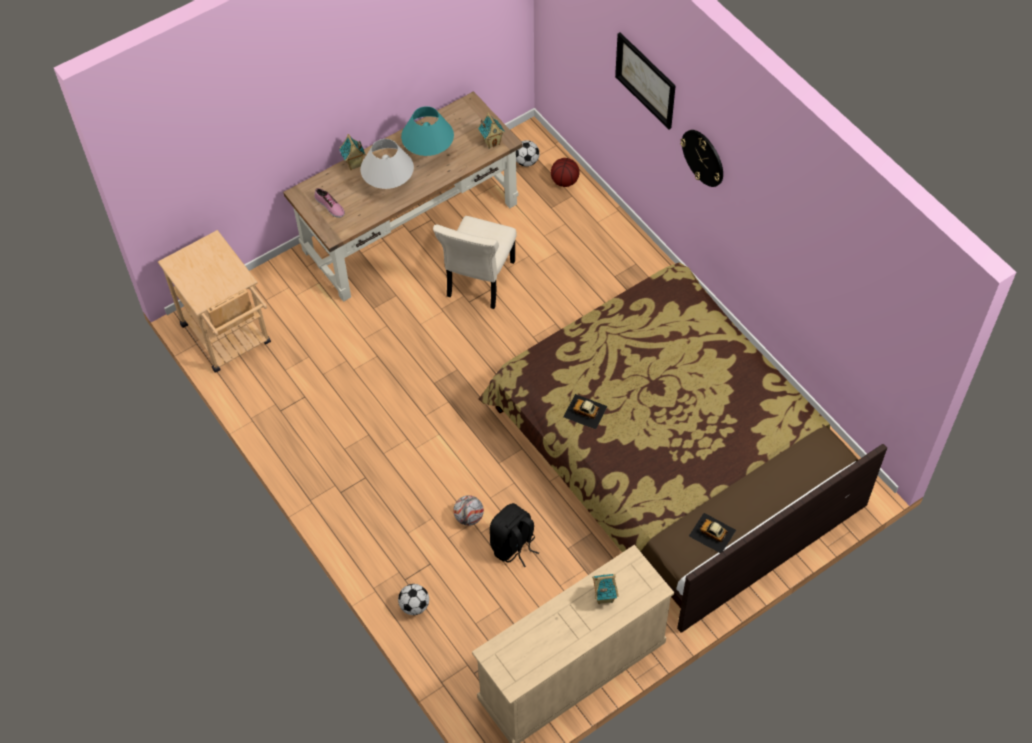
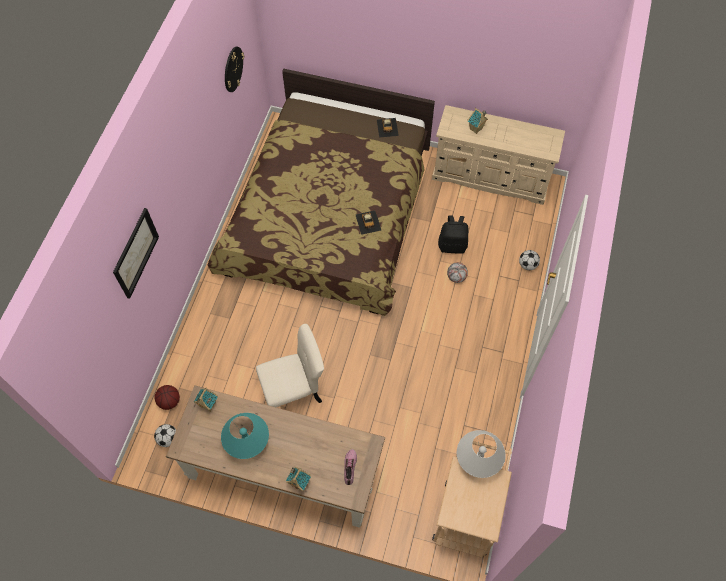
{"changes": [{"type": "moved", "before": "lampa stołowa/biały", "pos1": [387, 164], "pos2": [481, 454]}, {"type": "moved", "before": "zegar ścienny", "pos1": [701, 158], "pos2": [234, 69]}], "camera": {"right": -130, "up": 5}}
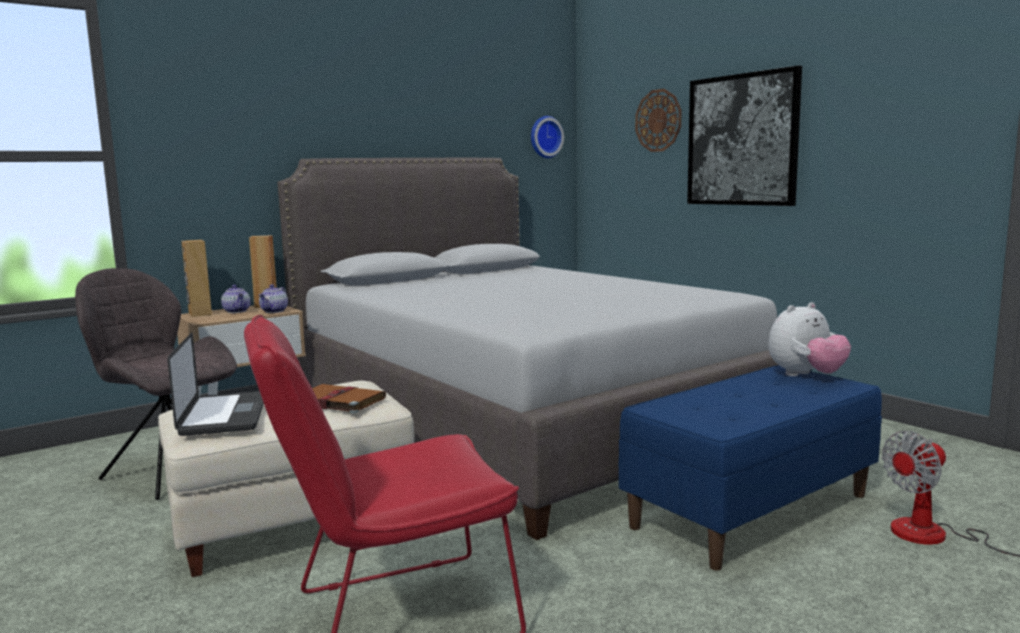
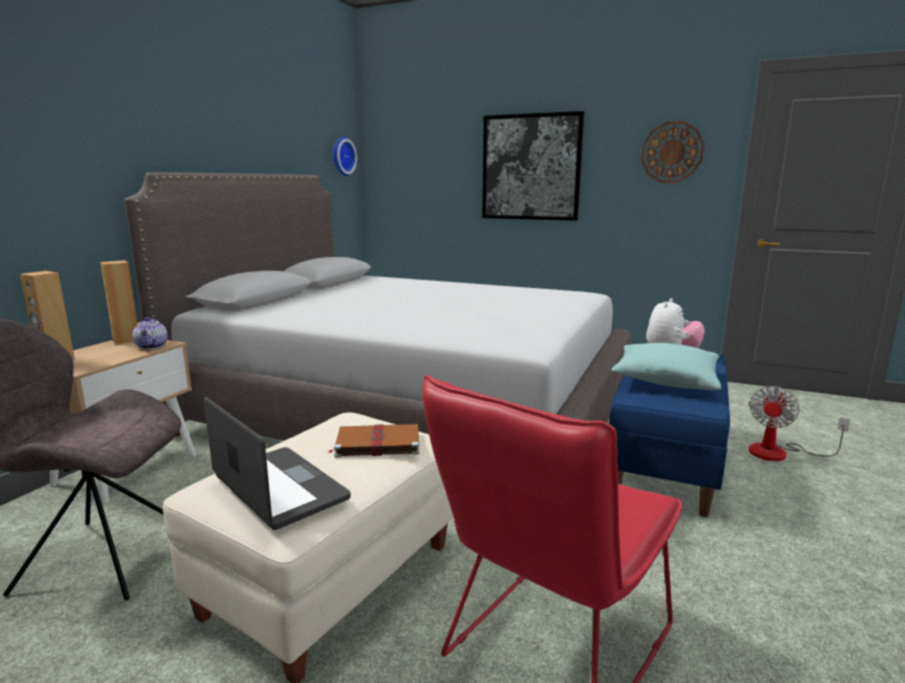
{"changes": [{"type": "removed", "before": "imbryk", "pos1": [235, 299]}, {"type": "added", "after": "poduszka/turkusowy", "pos2": [666, 366]}, {"type": "moved", "before": "zegar ścienny", "pos1": [658, 120], "pos2": [673, 152]}], "camera": {"right": -30, "up": 5}}
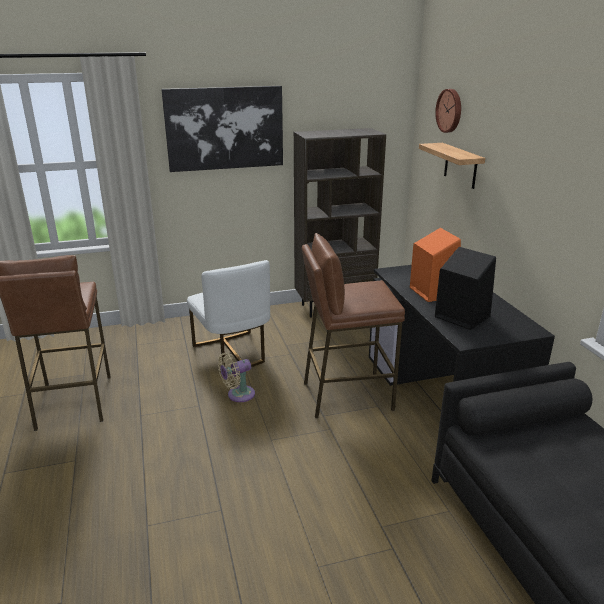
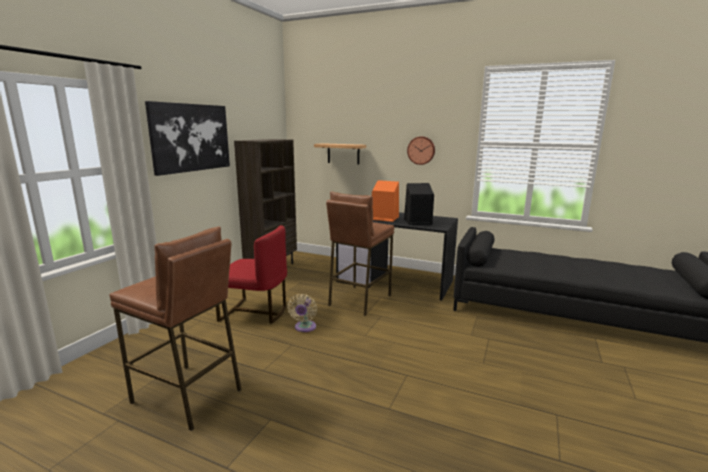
{"changes": [{"type": "moved", "before": "zegar ścienny", "pos1": [448, 111], "pos2": [421, 150]}, {"type": "recoloured", "before": "krzesło/biały", "after": "krzesło/czerwony", "pos1": [228, 313], "pos2": [251, 274]}], "camera": {"right": -50, "up": -10}}
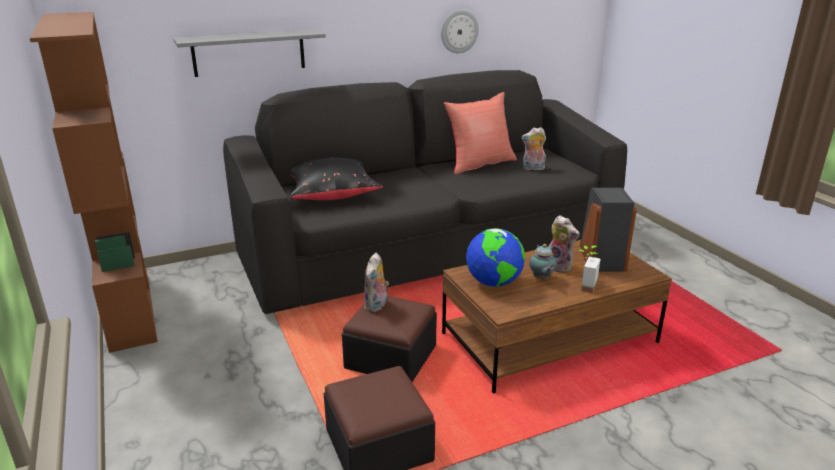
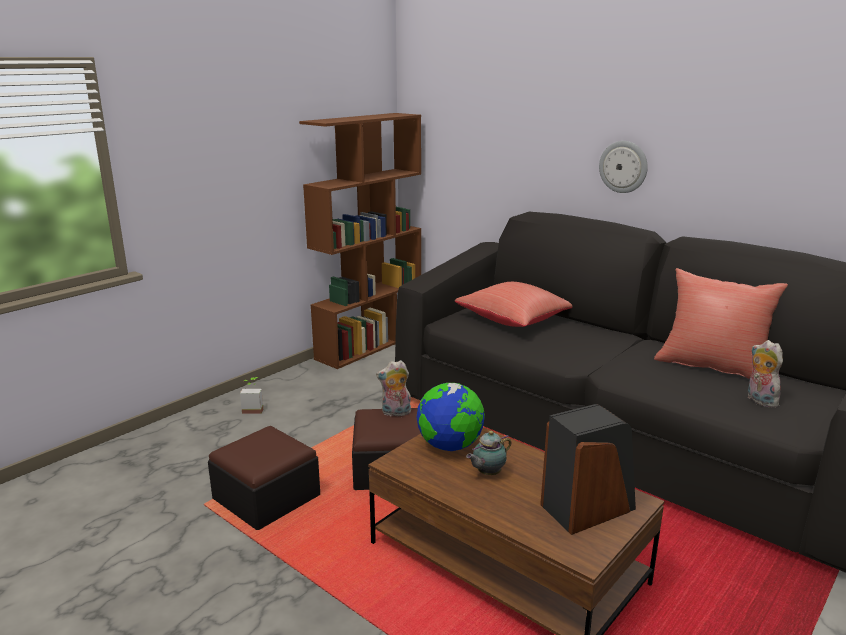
{"changes": [{"type": "removed", "before": "półka/szary", "pos1": [249, 53]}, {"type": "removed", "before": "pluszak", "pos1": [563, 244]}, {"type": "moved", "before": "zegar ścienny", "pos1": [460, 31], "pos2": [623, 167]}, {"type": "moved", "before": "roślina doniczkowa", "pos1": [589, 269], "pos2": [251, 395]}, {"type": "recoloured", "before": "poduszka/czarny", "after": "poduszka/czerwony", "pos1": [336, 179], "pos2": [514, 304]}], "camera": {"right": 65, "up": -5}}
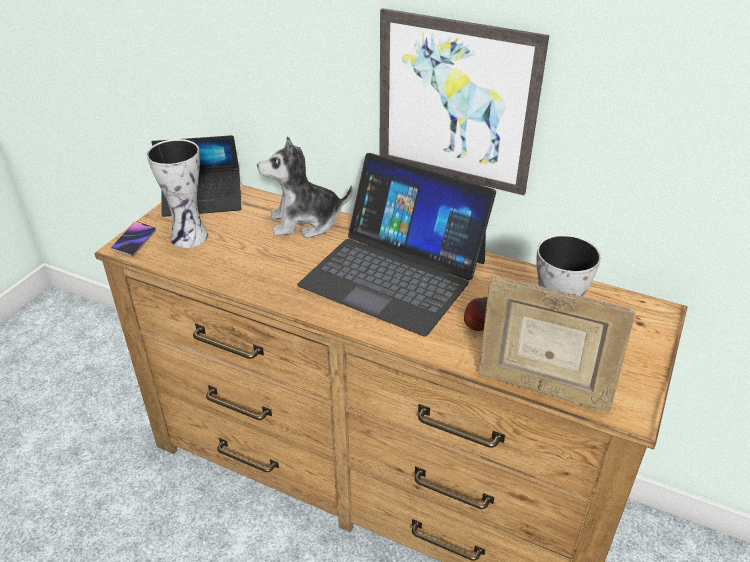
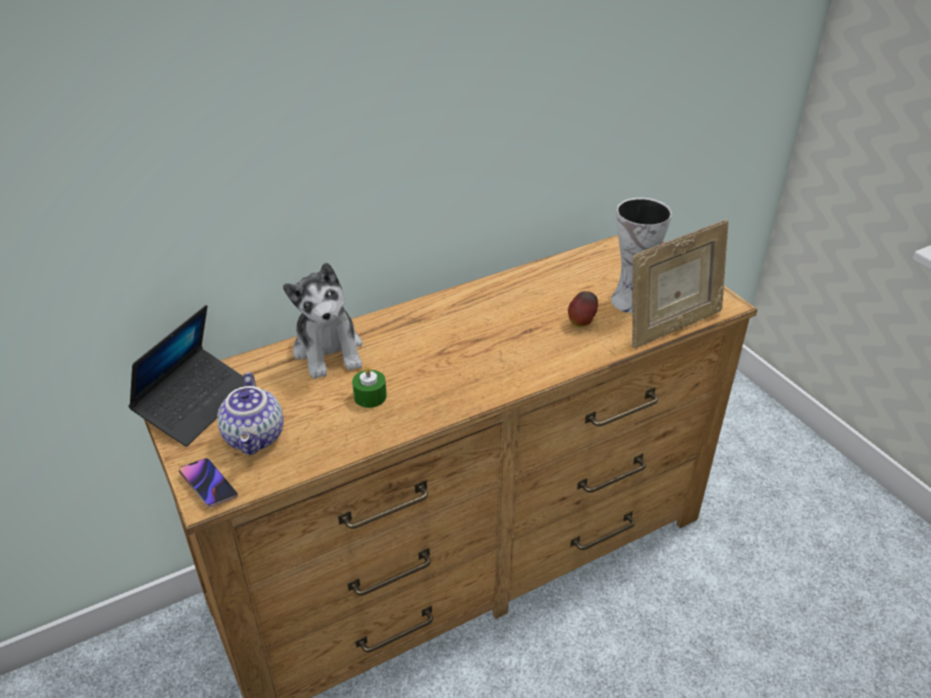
{"changes": [{"type": "removed", "before": "laptop", "pos1": [396, 245]}, {"type": "removed", "before": "obraz", "pos1": [464, 101]}, {"type": "added", "after": "świeca/zielony", "pos2": [369, 387]}, {"type": "replaced", "before": "wazon", "after": "imbryk", "pos1": [177, 193], "pos2": [250, 413]}, {"type": "turned", "before": "pluszak", "pos1": [305, 187], "pos2": [322, 320], "turn": -45}], "camera": {"right": -55, "up": 0}}
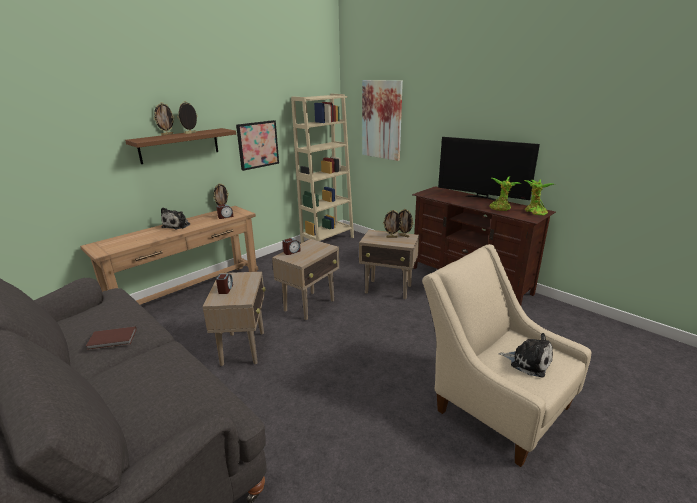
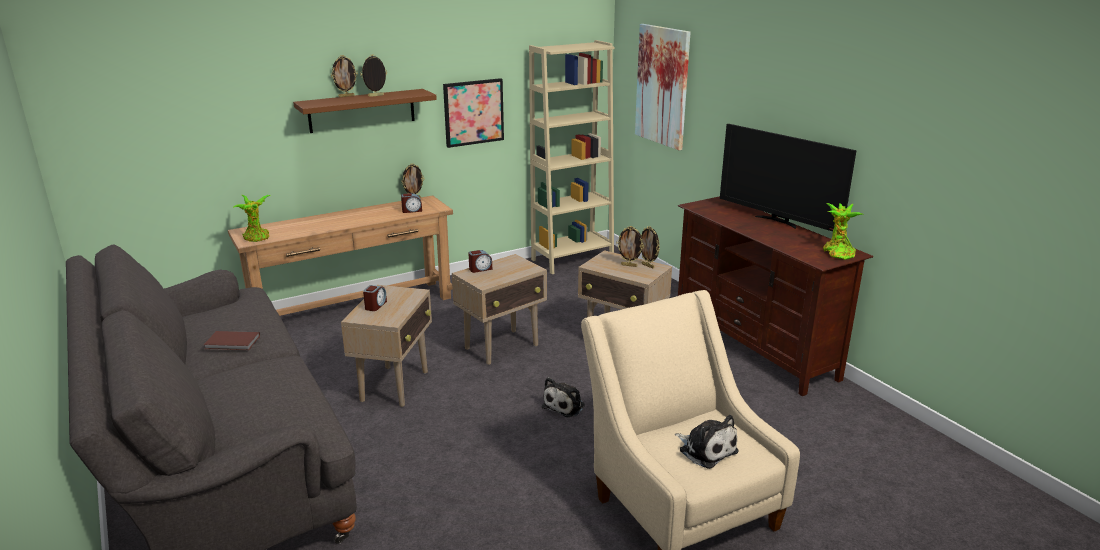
{"changes": [{"type": "moved", "before": "pluszak", "pos1": [175, 218], "pos2": [563, 397]}, {"type": "moved", "before": "roślina doniczkowa", "pos1": [505, 193], "pos2": [252, 218]}], "camera": {"right": 15, "up": 0}}
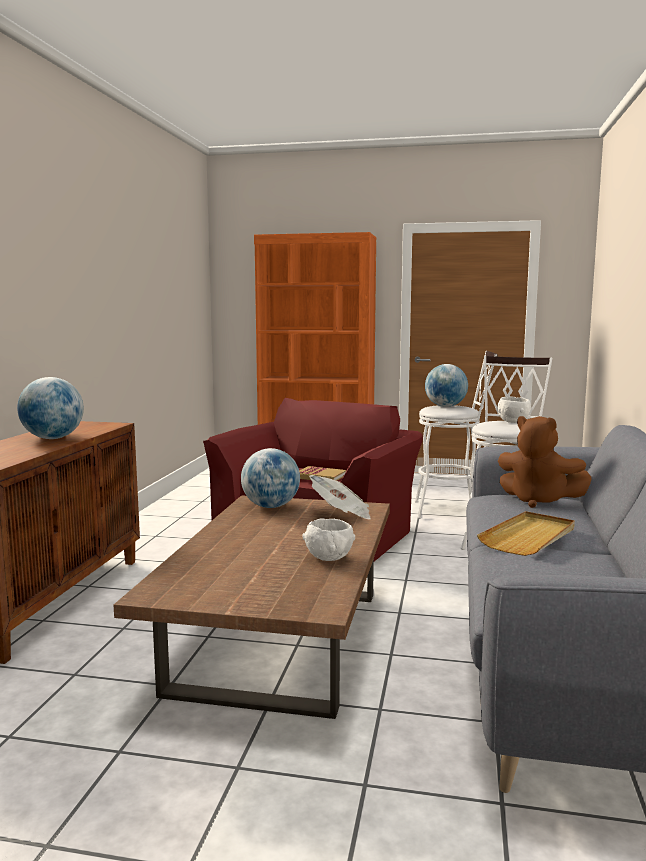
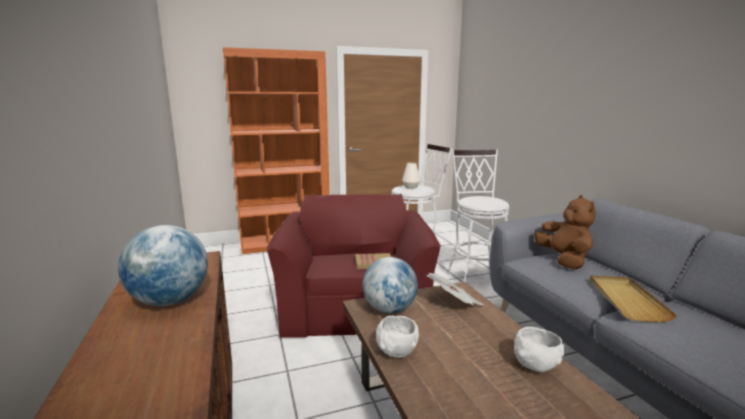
{"changes": [{"type": "moved", "before": "miska/biały", "pos1": [514, 409], "pos2": [397, 337]}, {"type": "replaced", "before": "globus", "after": "wazon/biały", "pos1": [446, 385], "pos2": [411, 176]}, {"type": "turned", "before": "pluszak/brązowy", "pos1": [544, 462], "pos2": [564, 232], "turn": -105}], "camera": {"right": -30, "up": 5}}
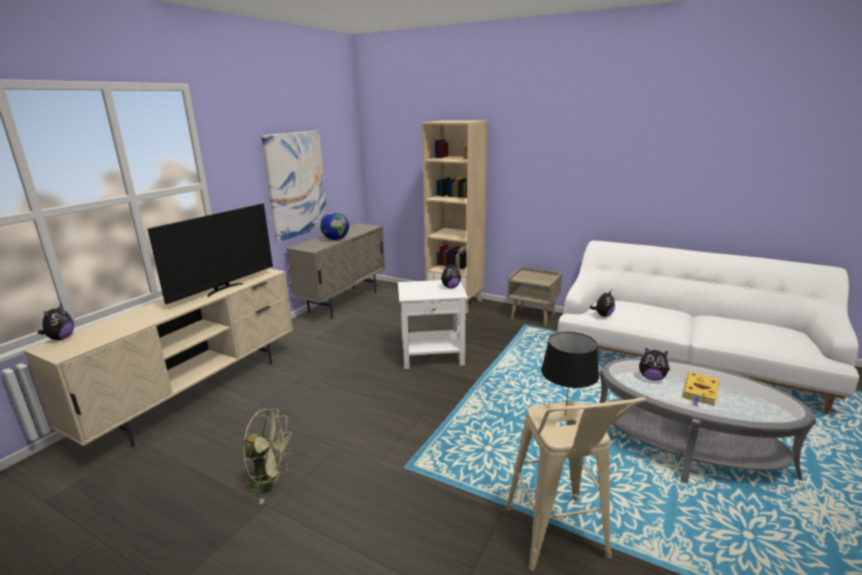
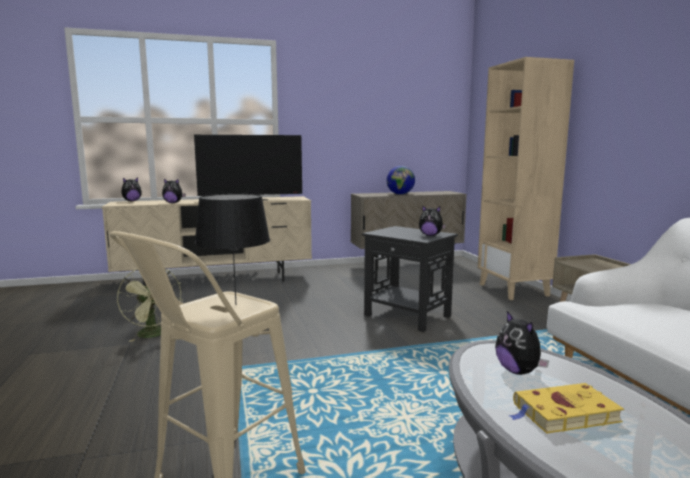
{"changes": [{"type": "removed", "before": "obraz", "pos1": [294, 186]}, {"type": "moved", "before": "pluszak", "pos1": [602, 304], "pos2": [174, 191]}, {"type": "recoloured", "before": "stolik/biały", "after": "stolik/czarny", "pos1": [433, 324], "pos2": [410, 279]}], "camera": {"right": 45, "up": -10}}
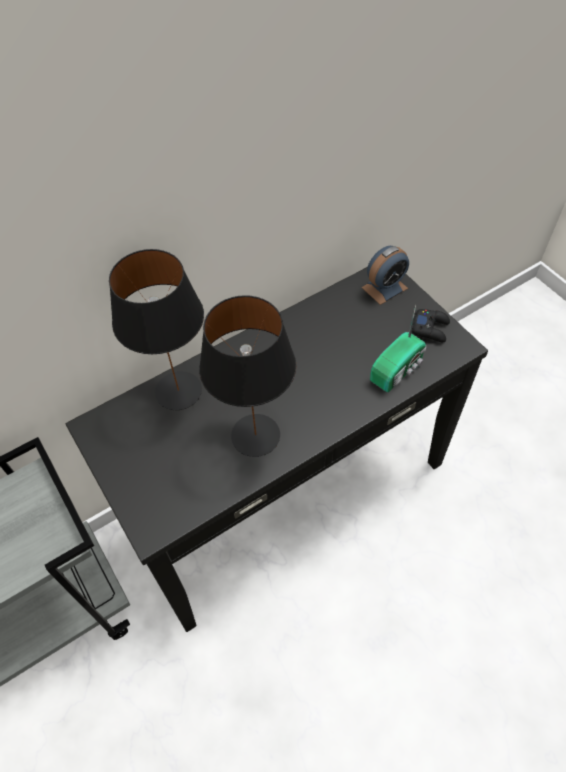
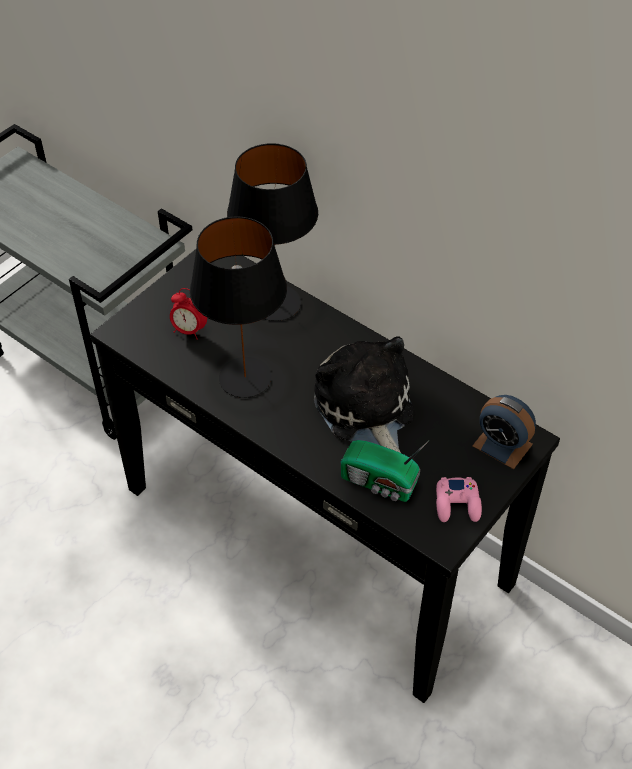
{"changes": [{"type": "added", "after": "budzik", "pos2": [188, 314]}, {"type": "added", "after": "pluszak", "pos2": [364, 394]}, {"type": "recoloured", "before": "pad do gier/czarny", "after": "pad do gier/różowy", "pos1": [431, 326], "pos2": [459, 499]}], "camera": {"right": 70, "up": -5}}
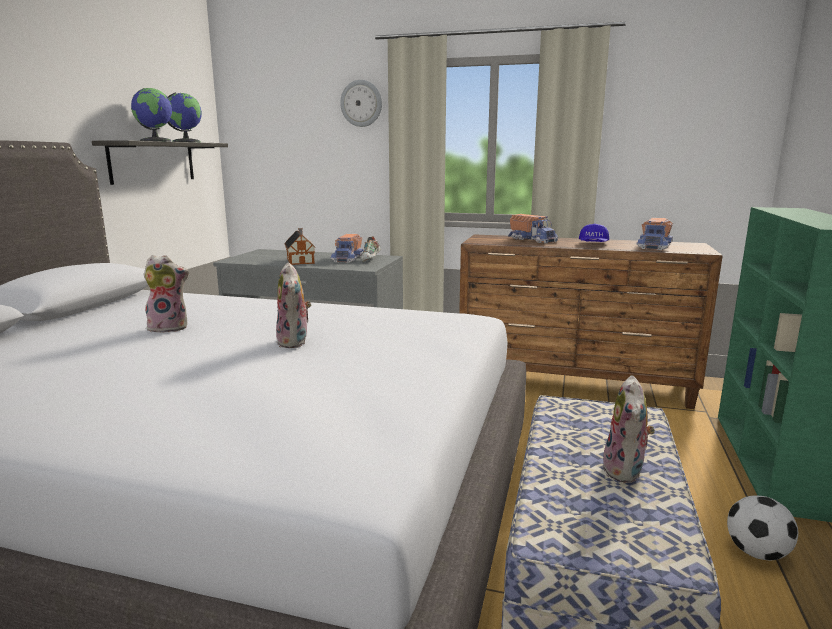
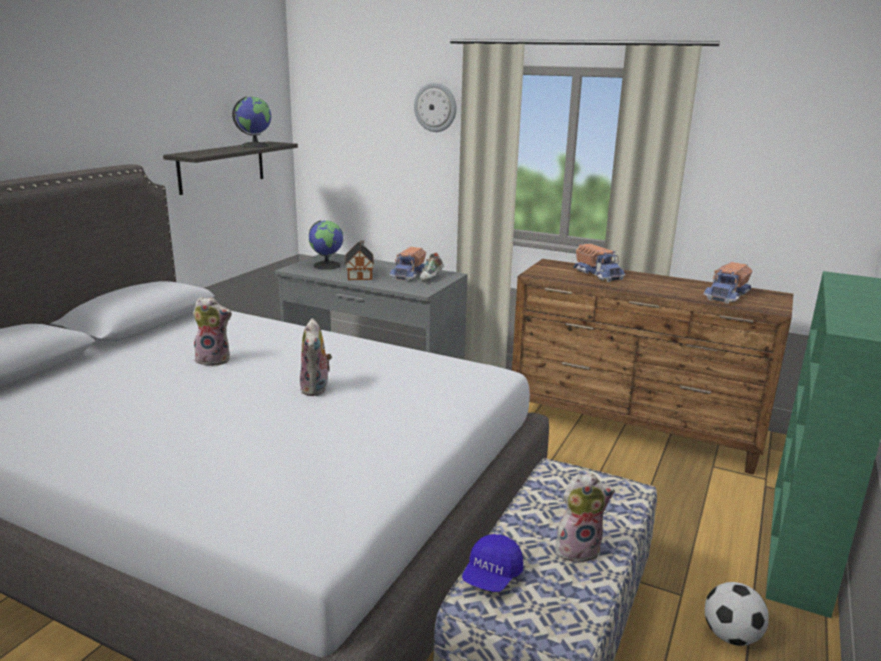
{"changes": [{"type": "moved", "before": "globus", "pos1": [151, 115], "pos2": [326, 245]}, {"type": "moved", "before": "czapka z daszkiem/niebieski", "pos1": [594, 233], "pos2": [492, 563]}, {"type": "turned", "before": "pluszak", "pos1": [628, 429], "pos2": [585, 518], "turn": -120}], "camera": {"right": 10, "up": 5}}
